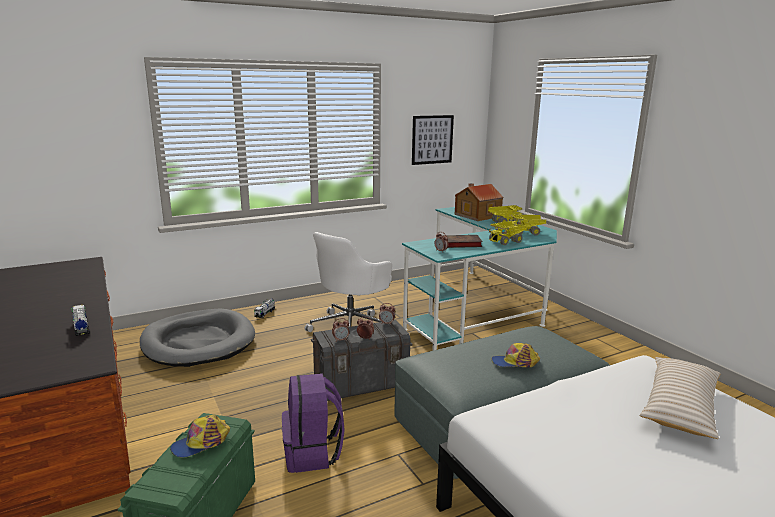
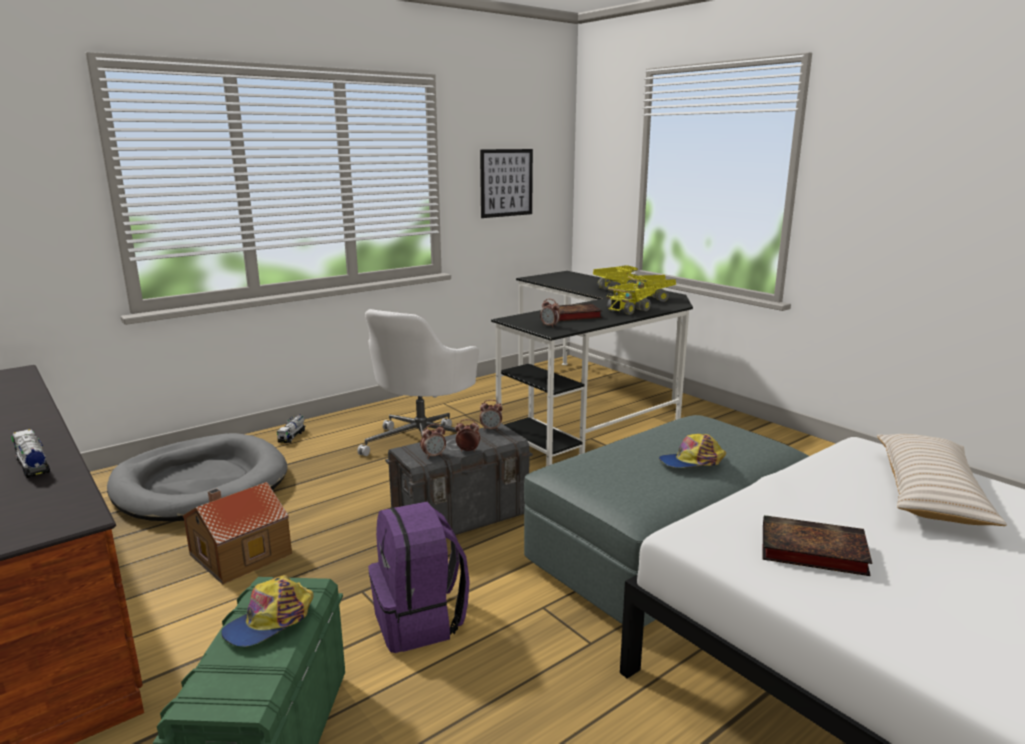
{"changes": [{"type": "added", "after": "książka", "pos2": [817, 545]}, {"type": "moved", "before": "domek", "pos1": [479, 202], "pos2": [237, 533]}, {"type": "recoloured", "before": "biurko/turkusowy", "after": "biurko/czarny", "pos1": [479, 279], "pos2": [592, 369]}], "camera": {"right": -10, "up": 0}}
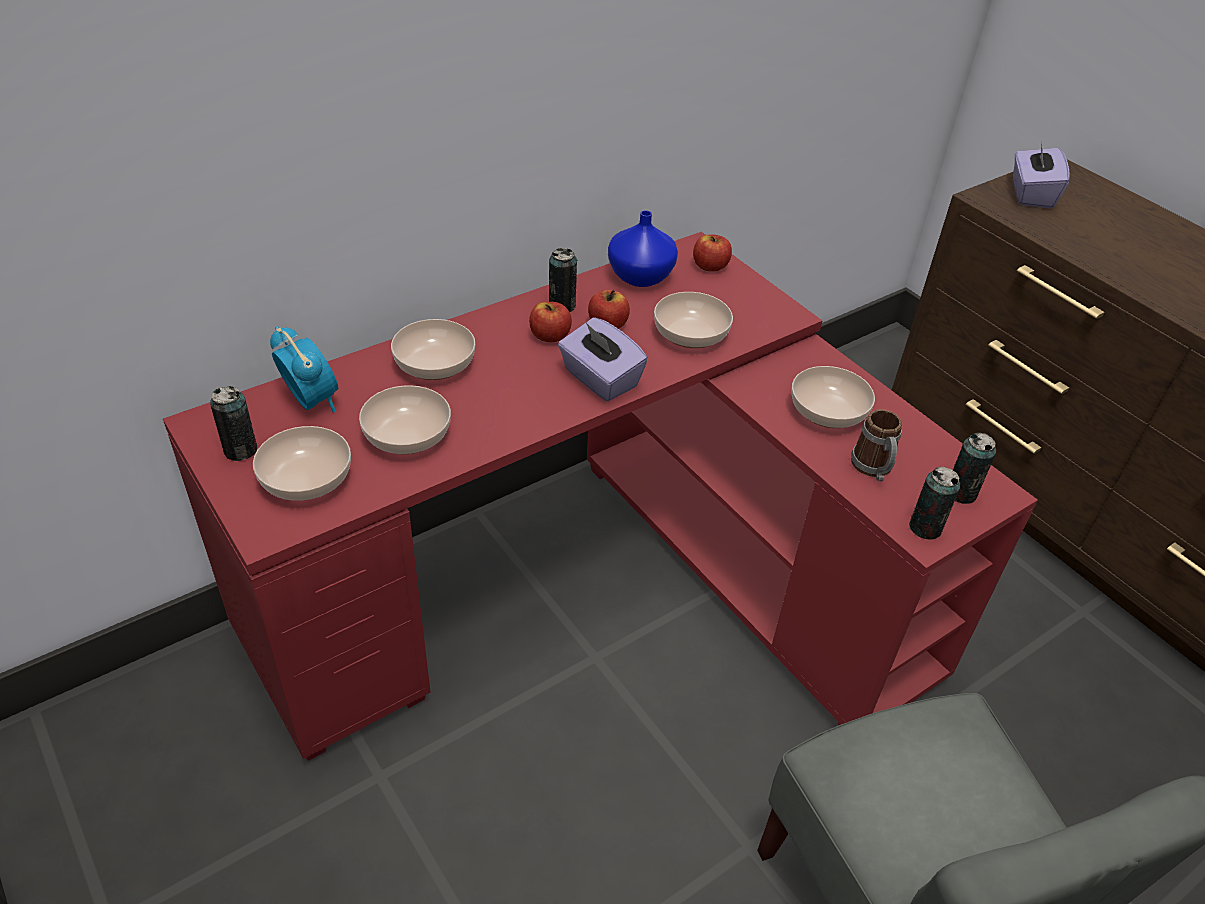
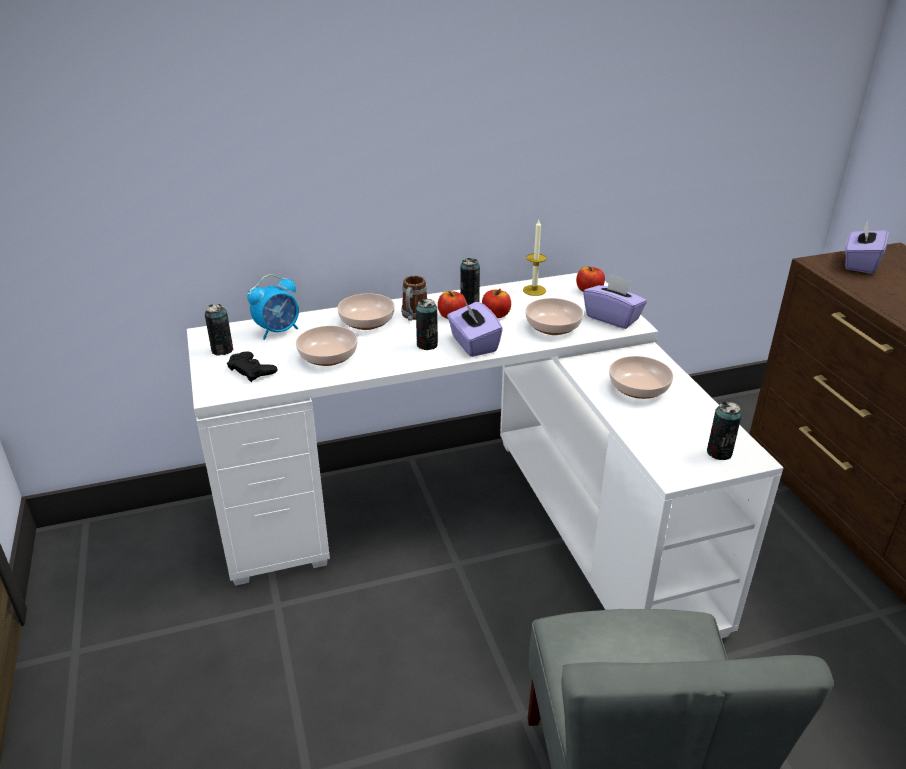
{"changes": [{"type": "added", "after": "pudełko chusteczek/fioletowy", "pos2": [615, 301]}, {"type": "moved", "before": "kubek", "pos1": [876, 445], "pos2": [414, 298]}, {"type": "moved", "before": "puszka", "pos1": [934, 503], "pos2": [427, 324]}, {"type": "replaced", "before": "miska", "after": "pad do gier/czarny", "pos1": [302, 463], "pos2": [252, 366]}, {"type": "replaced", "before": "wazon/niebieski", "after": "świeca", "pos1": [643, 248], "pos2": [535, 258]}, {"type": "recoloured", "before": "biurko/czerwony", "after": "biurko/biały", "pos1": [600, 496], "pos2": [485, 455]}, {"type": "turned", "before": "budzik", "pos1": [304, 369], "pos2": [273, 307], "turn": 75}], "camera": {"right": 20, "up": -10}}
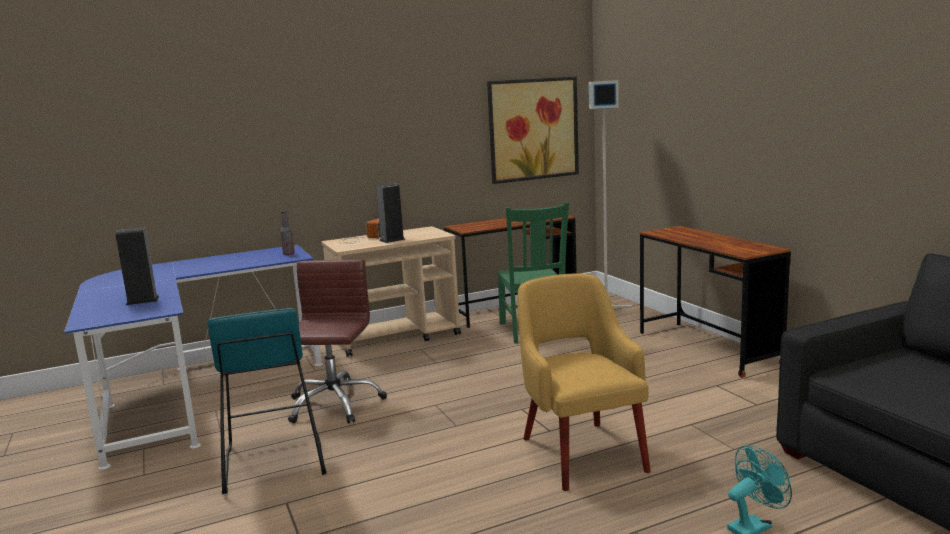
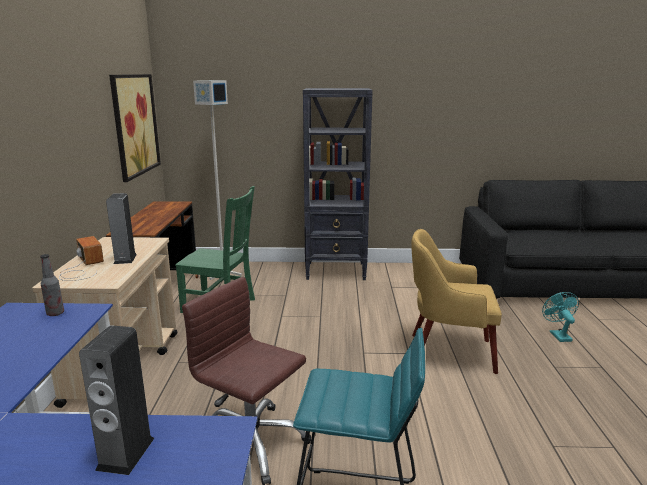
{"changes": [{"type": "replaced", "before": "biurko/brązowy", "after": "regał/czarny", "pos1": [715, 302], "pos2": [338, 184]}], "camera": {"right": -65, "up": 5}}
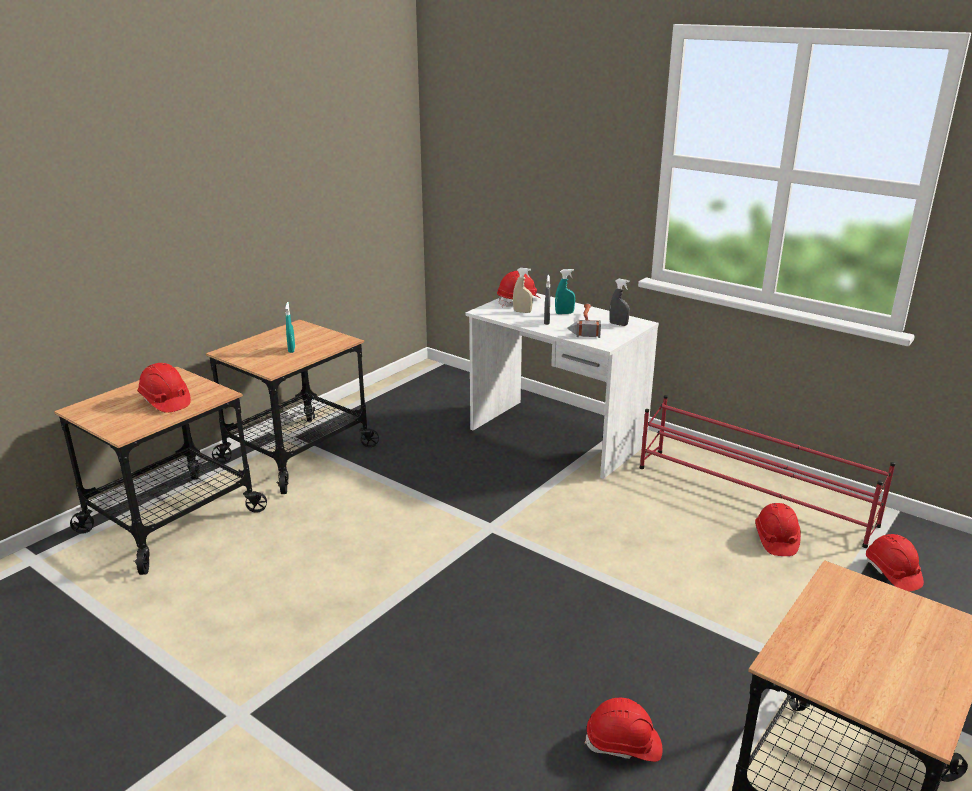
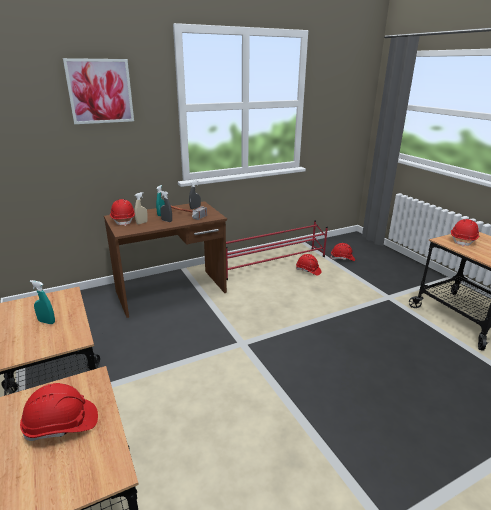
{"changes": [{"type": "added", "after": "obraz", "pos2": [98, 91]}, {"type": "moved", "before": "kask/czerwony", "pos1": [623, 730], "pos2": [465, 233]}, {"type": "recoloured", "before": "biurko/biały", "after": "biurko/brązowy", "pos1": [562, 386], "pos2": [165, 259]}], "camera": {"right": -65, "up": 0}}
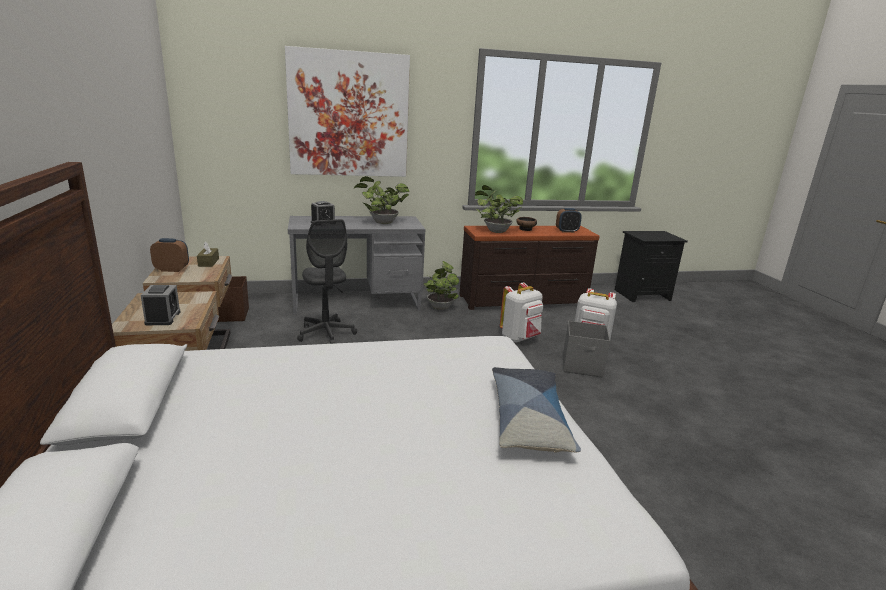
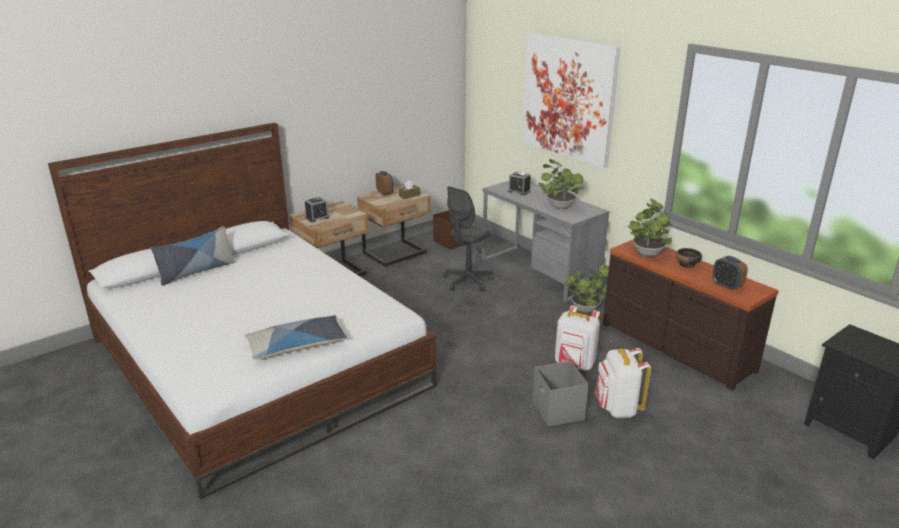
{"changes": [{"type": "added", "after": "poduszka", "pos2": [193, 256]}], "camera": {"right": 65, "up": 5}}
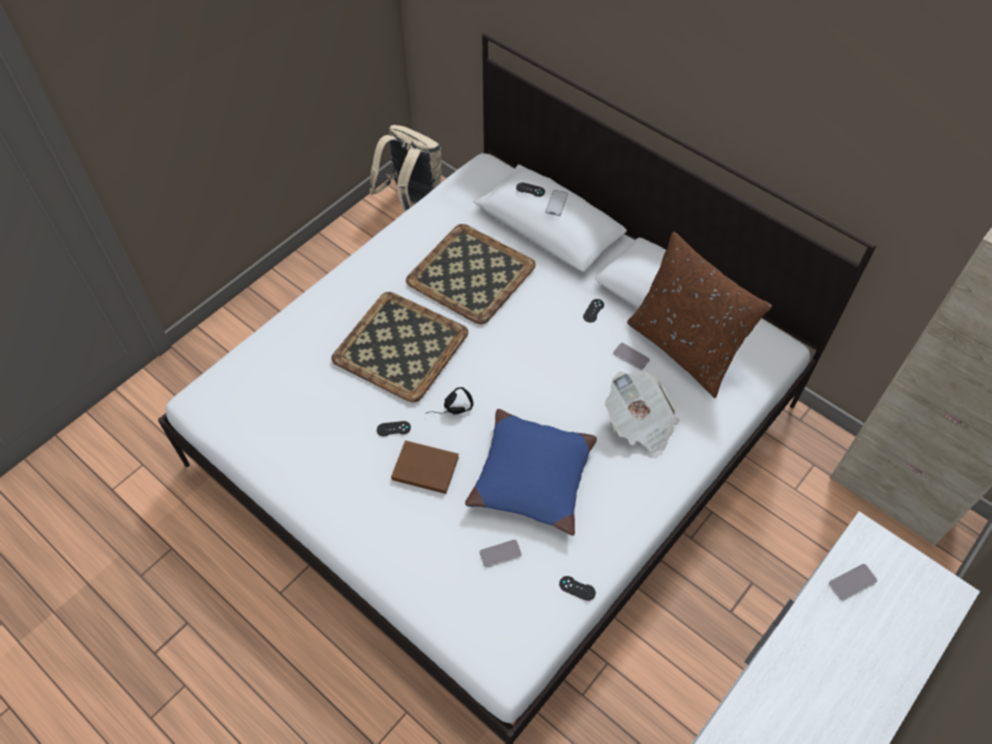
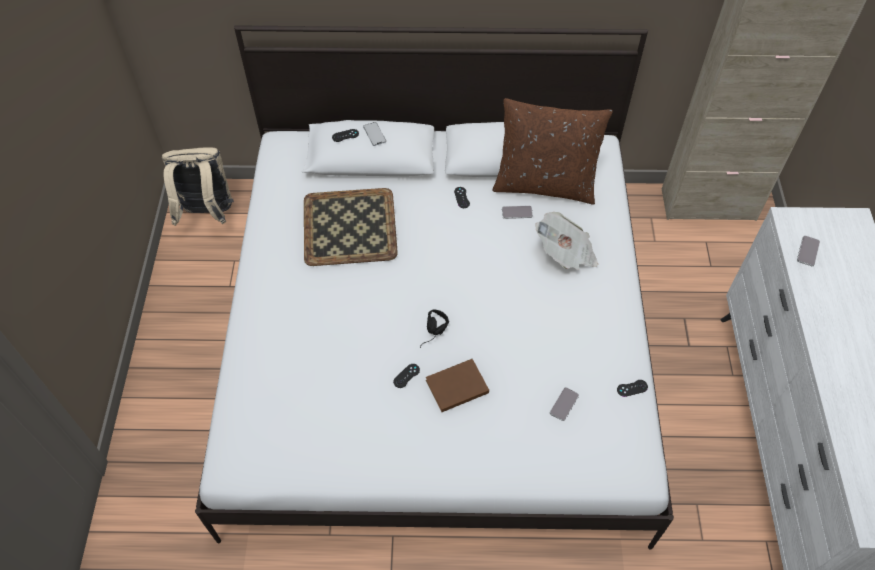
{"changes": [{"type": "removed", "before": "taca", "pos1": [399, 347]}, {"type": "removed", "before": "poduszka/niebieski", "pos1": [531, 472]}], "camera": {"right": -40, "up": 0}}
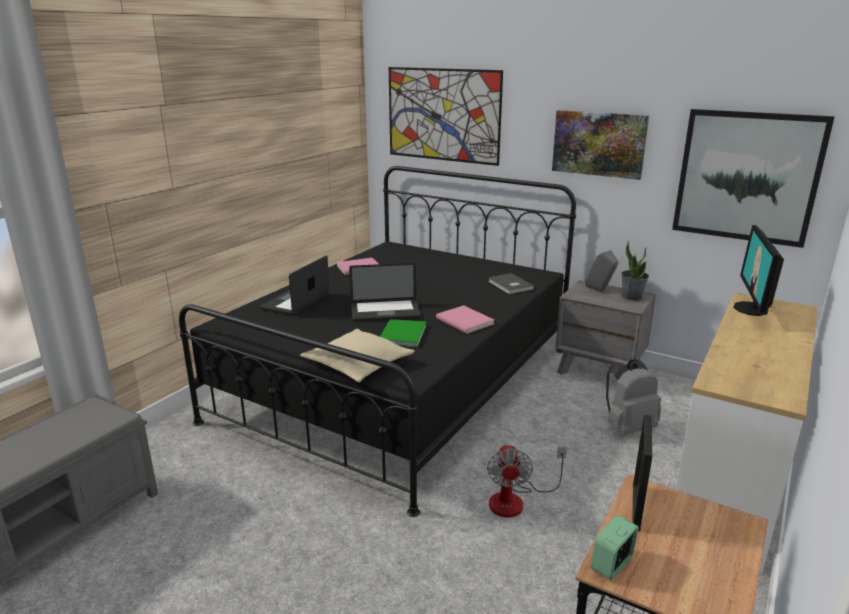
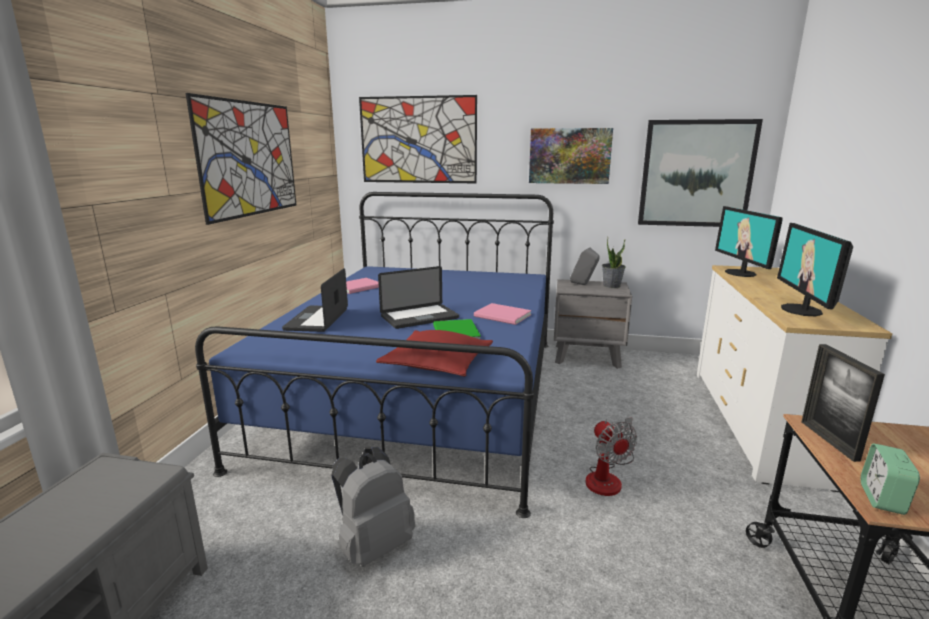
{"changes": [{"type": "removed", "before": "książka/szary", "pos1": [511, 283]}, {"type": "added", "after": "obraz", "pos2": [241, 159]}, {"type": "added", "after": "monitor", "pos2": [815, 269]}, {"type": "moved", "before": "plecak/szary", "pos1": [633, 397], "pos2": [373, 507]}, {"type": "recoloured", "before": "łóżko/czarny", "after": "łóżko/niebieski", "pos1": [377, 341], "pos2": [374, 355]}, {"type": "recoloured", "before": "poduszka/beżowy", "after": "poduszka/czerwony", "pos1": [357, 355], "pos2": [434, 353]}], "camera": {"right": -20, "up": -5}}
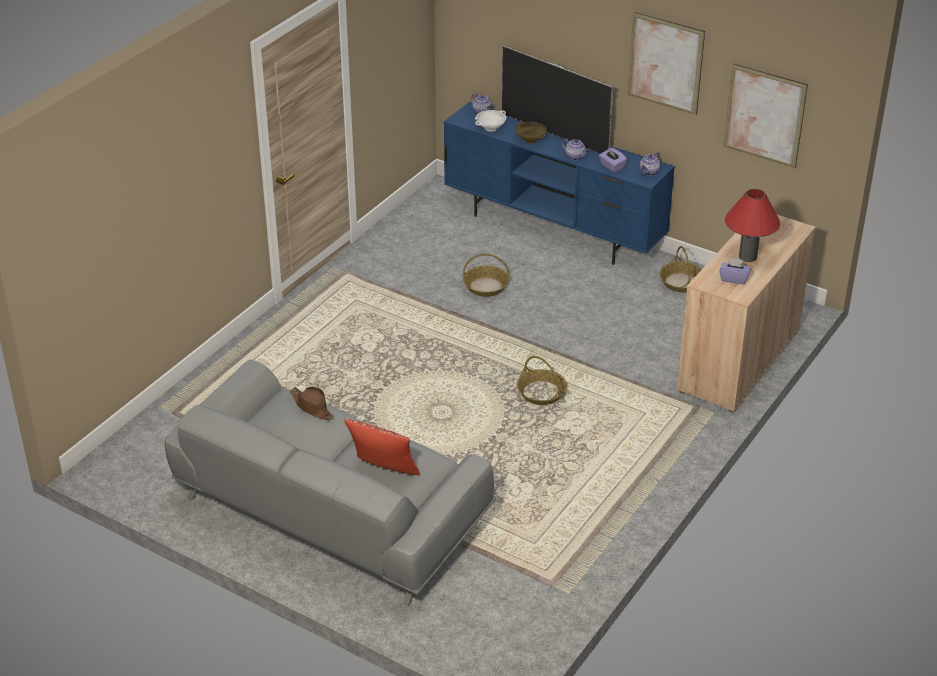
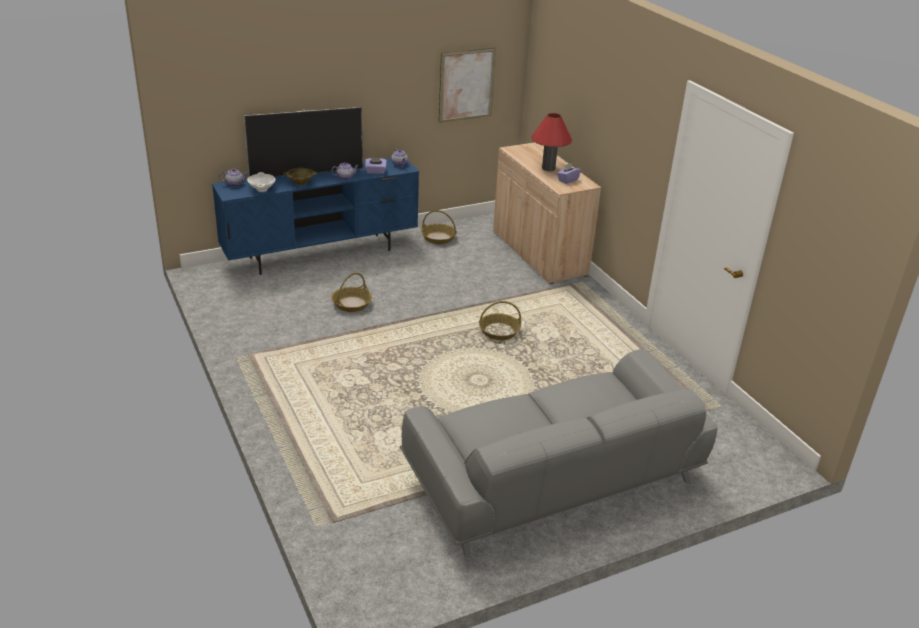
{"changes": [{"type": "removed", "before": "kapelusz/brązowy", "pos1": [312, 403]}, {"type": "removed", "before": "poduszka", "pos1": [382, 447]}, {"type": "removed", "before": "obraz", "pos1": [666, 63]}], "camera": {"right": -60, "up": -5}}
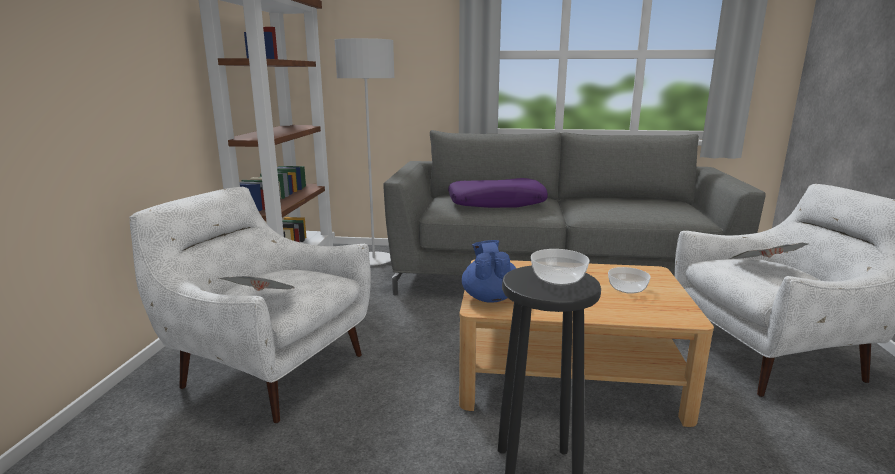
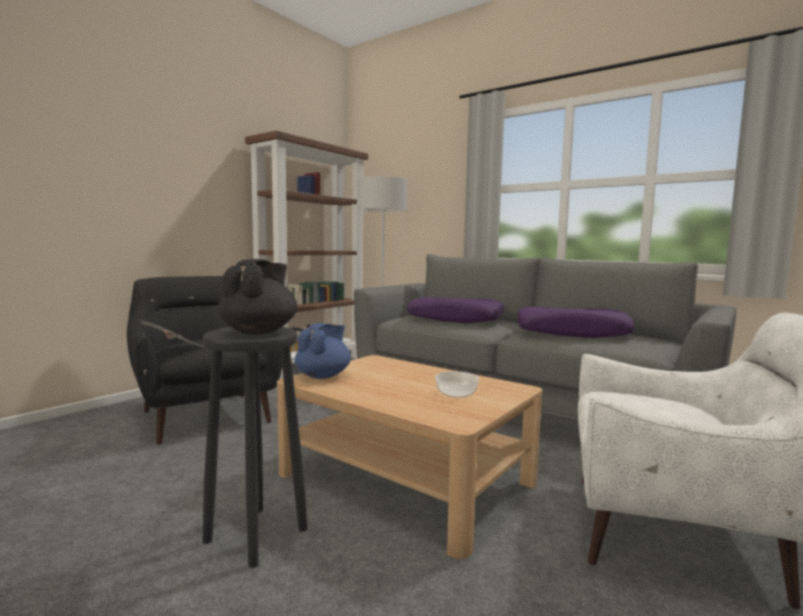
{"changes": [{"type": "removed", "before": "gazeta", "pos1": [768, 250]}, {"type": "added", "after": "poduszka/fioletowy", "pos2": [575, 322]}, {"type": "replaced", "before": "miska", "after": "imbryk/czarny", "pos1": [560, 267], "pos2": [258, 296]}, {"type": "recoloured", "before": "fotel/biały", "after": "fotel/czarny", "pos1": [250, 305], "pos2": [204, 360]}], "camera": {"right": 30, "up": -10}}
